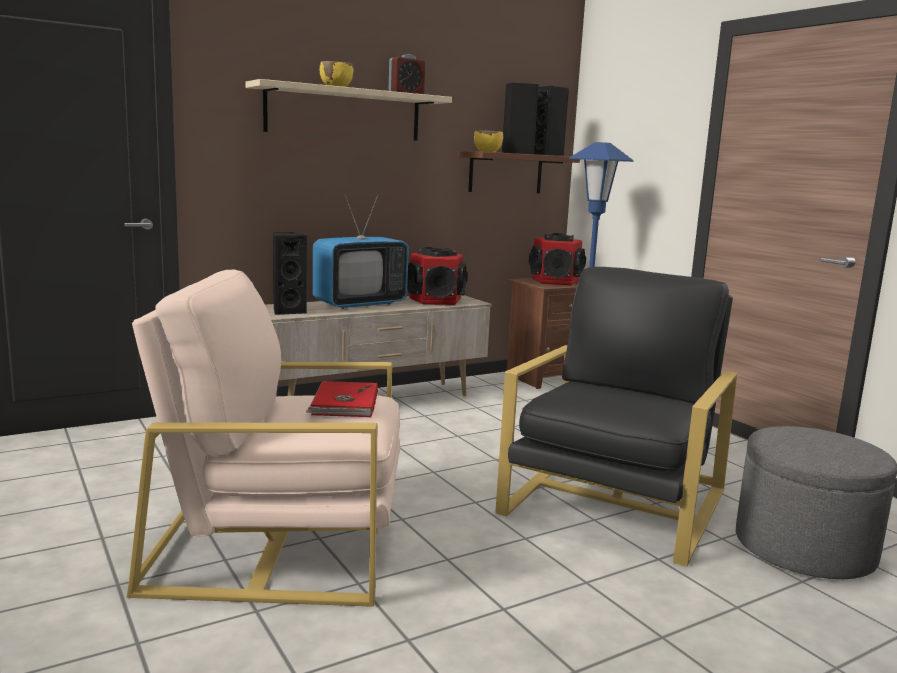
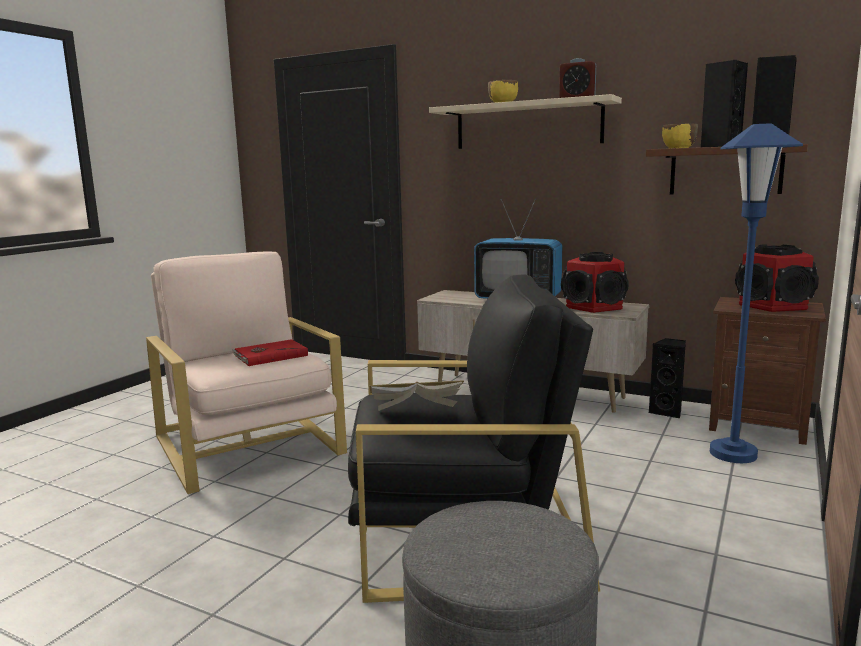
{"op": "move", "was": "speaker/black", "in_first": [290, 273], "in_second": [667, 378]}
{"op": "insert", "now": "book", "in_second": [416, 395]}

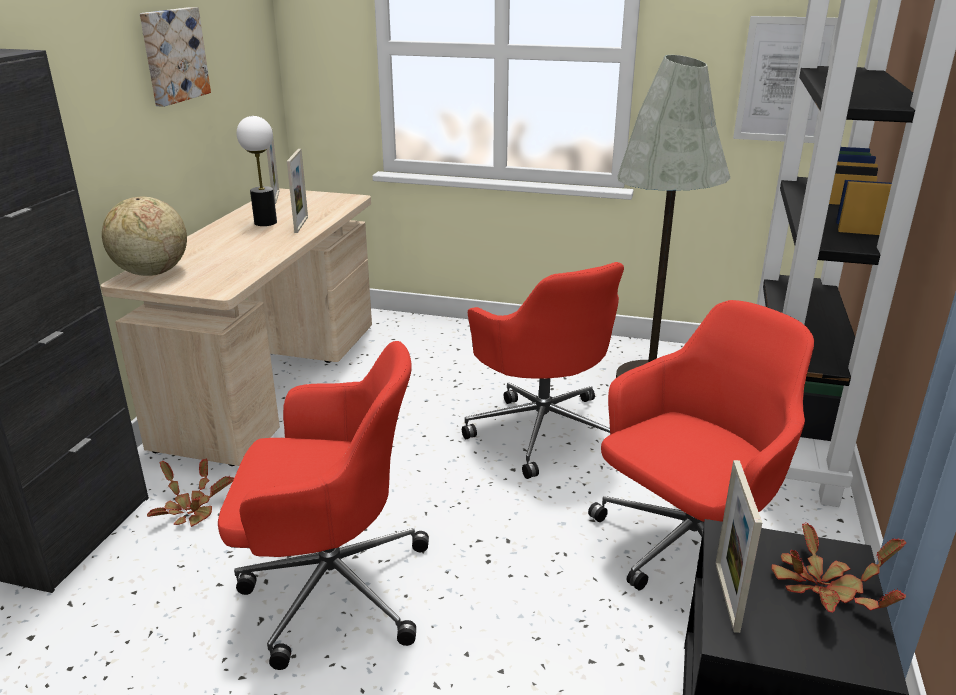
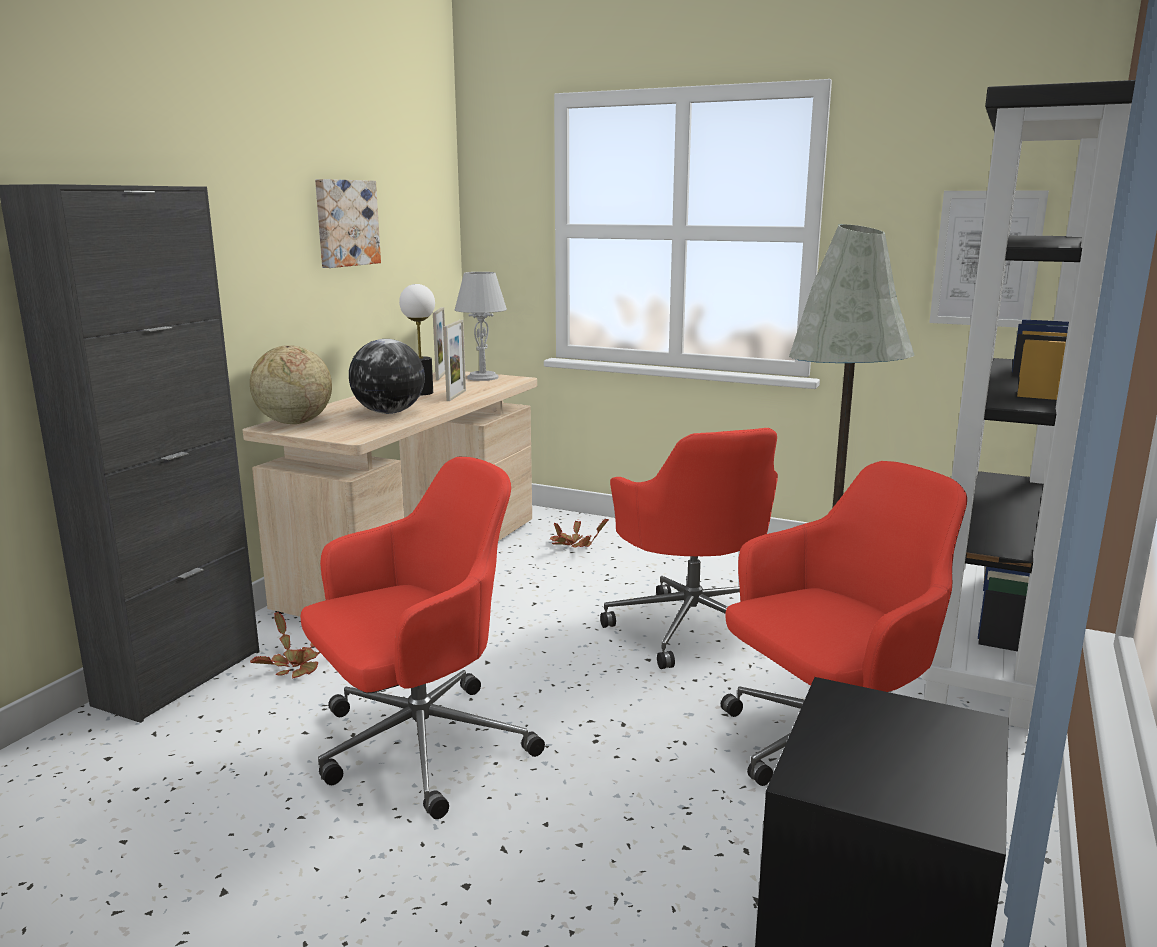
{"op": "rotate", "was": "office chair/red", "in_first": [323, 505], "in_second": [423, 638], "clockwise": -45}
{"op": "delete", "was": "picture frame", "in_first": [738, 546]}
{"op": "move", "was": "potted plant", "in_first": [838, 567], "in_second": [579, 533]}
{"op": "insert", "now": "table lamp/grey", "in_second": [481, 326]}
{"op": "insert", "now": "globe", "in_second": [387, 376]}

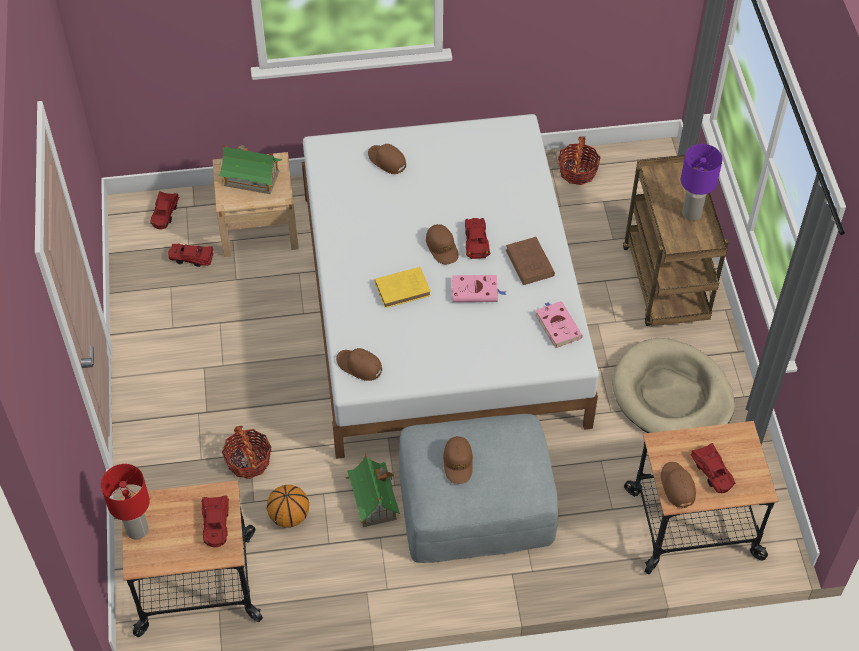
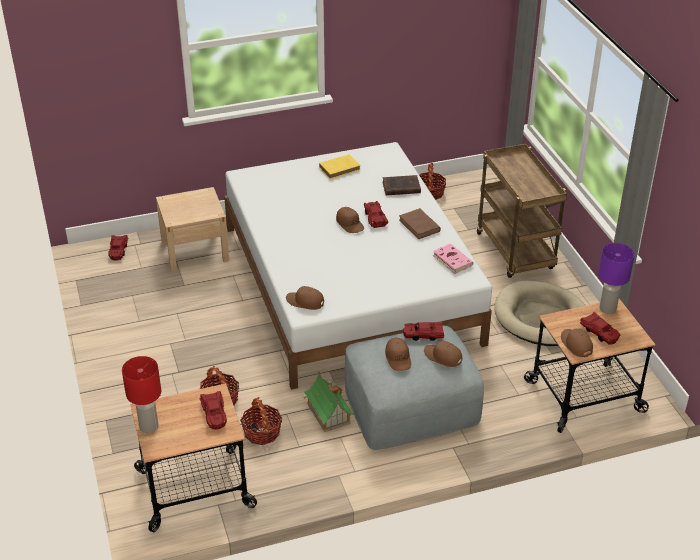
{"op": "delete", "was": "toy house", "in_first": [250, 169]}
{"op": "move", "was": "cap/brown", "in_first": [387, 159], "in_second": [443, 354]}
{"op": "move", "was": "table lamp/purple", "in_first": [702, 182], "in_second": [616, 278]}
{"op": "move", "was": "toy car/red", "in_first": [190, 255], "in_second": [423, 331]}
{"op": "move", "was": "book/yellow", "in_first": [403, 287], "in_second": [340, 166]}
{"op": "delete", "was": "book/pink", "in_first": [479, 288]}
{"op": "replace", "was": "basketball", "now": "basket", "in_first": [288, 506], "in_second": [261, 421]}
{"op": "insert", "now": "book/brown", "in_second": [401, 185]}

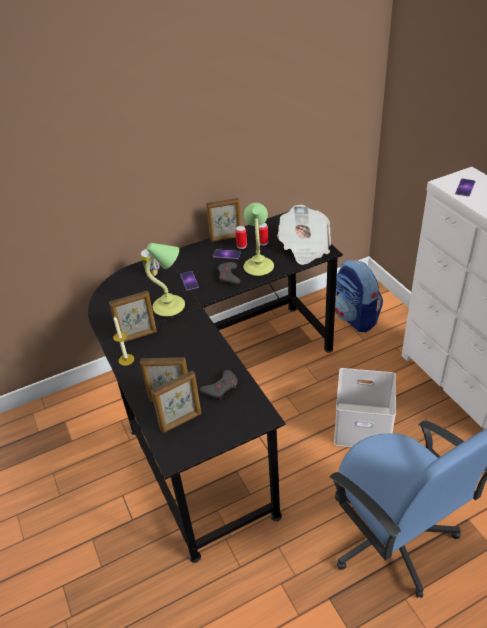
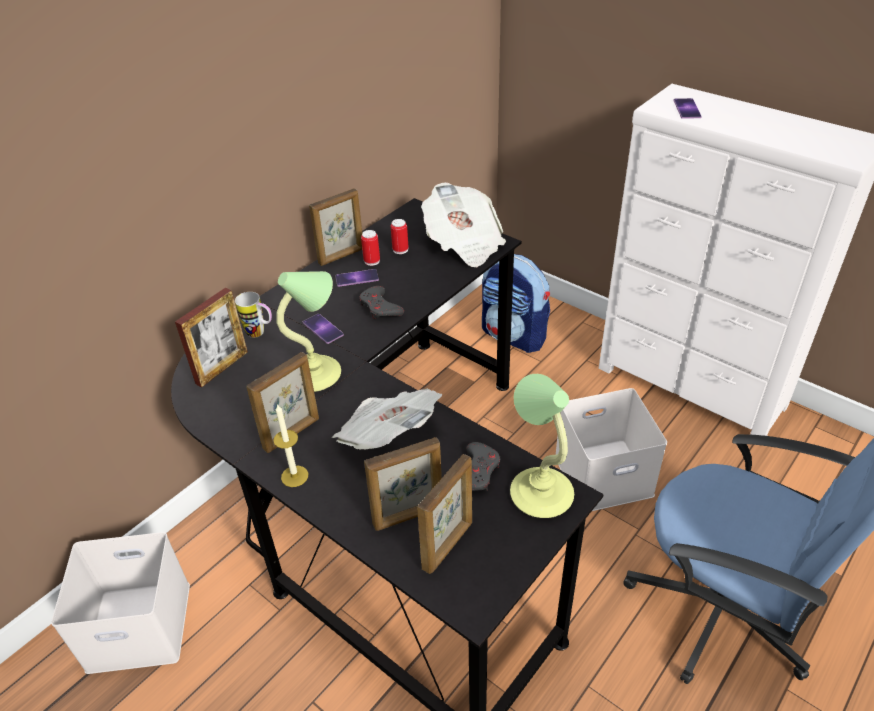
{"op": "move", "was": "table lamp", "in_first": [258, 239], "in_second": [542, 446]}
{"op": "insert", "now": "picture frame", "in_second": [211, 337]}
{"op": "insert", "now": "newspaper", "in_second": [387, 419]}
{"op": "insert", "now": "storage box/white", "in_second": [120, 603]}

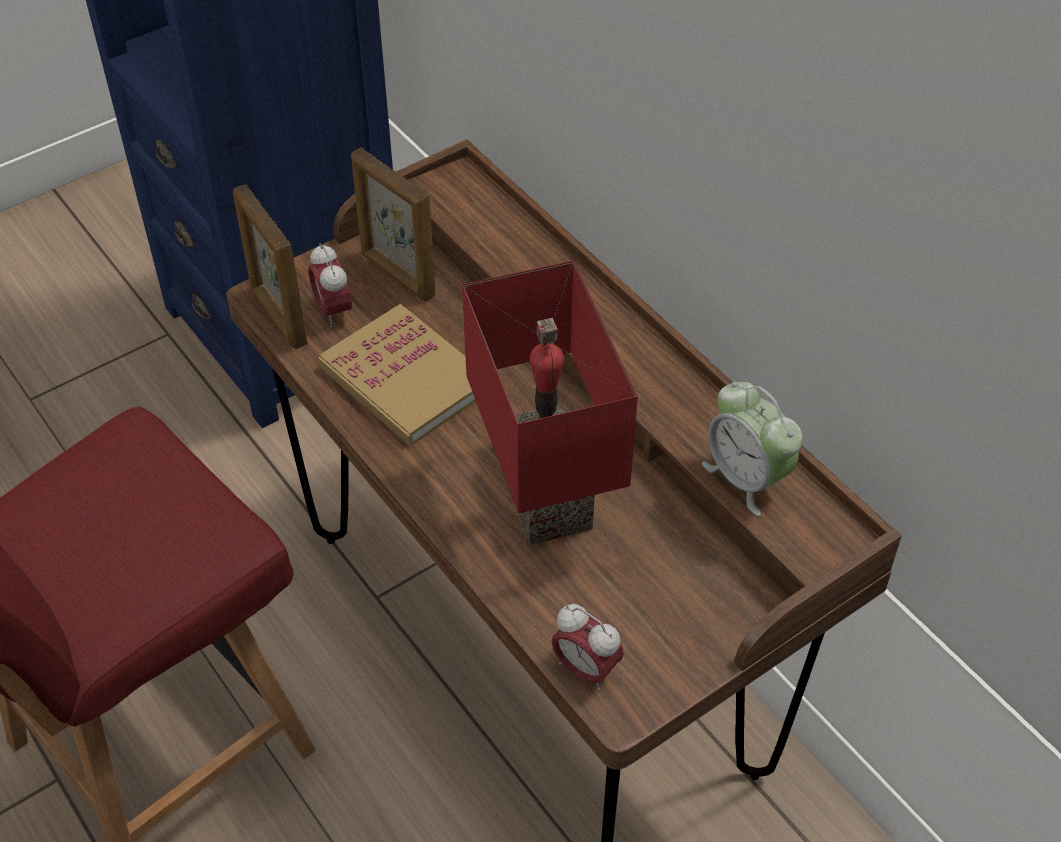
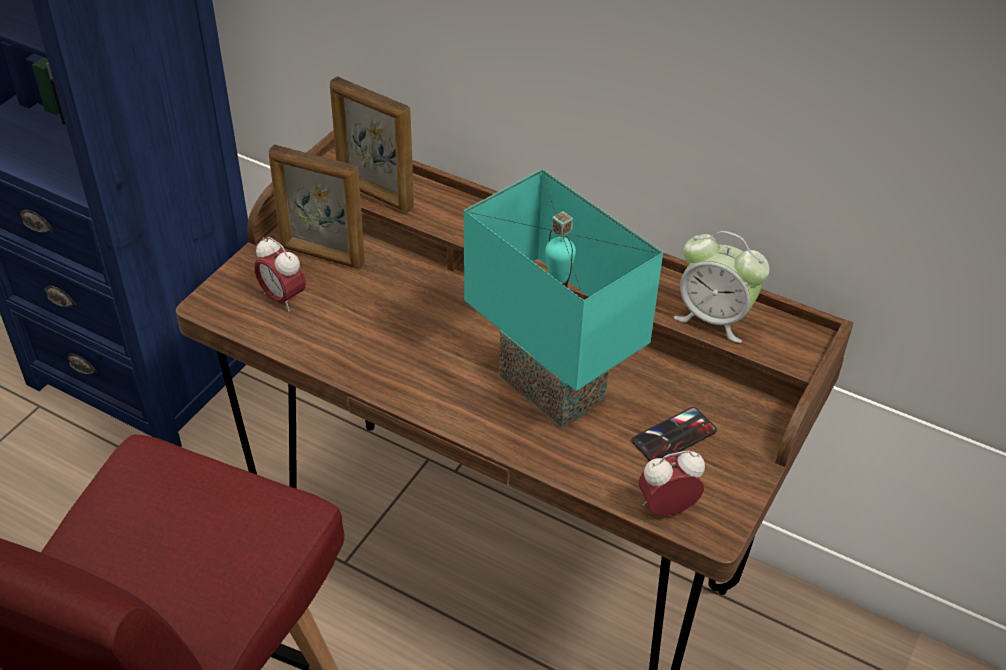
{"op": "move", "was": "picture frame", "in_first": [270, 266], "in_second": [372, 144]}
{"op": "recolor", "was": "table lamp/red", "now": "table lamp/turquoise", "in_first": [550, 402], "in_second": [563, 299]}
{"op": "delete", "was": "book", "in_first": [397, 375]}
{"op": "rotate", "was": "alarm clock", "in_first": [587, 647], "in_second": [671, 483], "clockwise": 150}
{"op": "insert", "now": "phone", "in_second": [674, 434]}

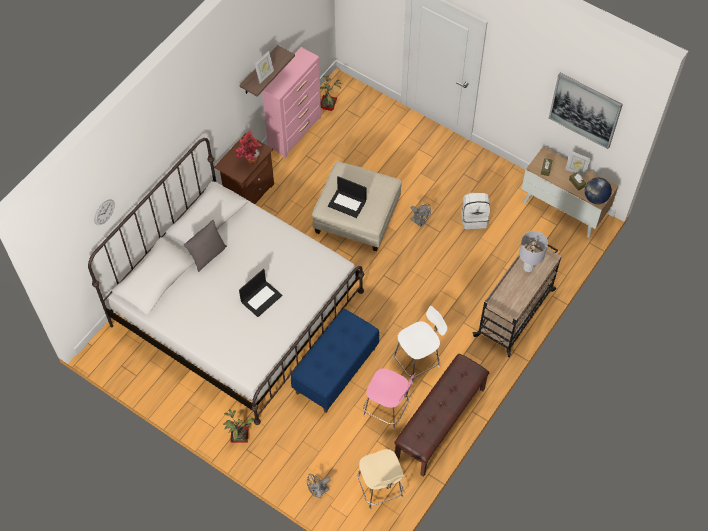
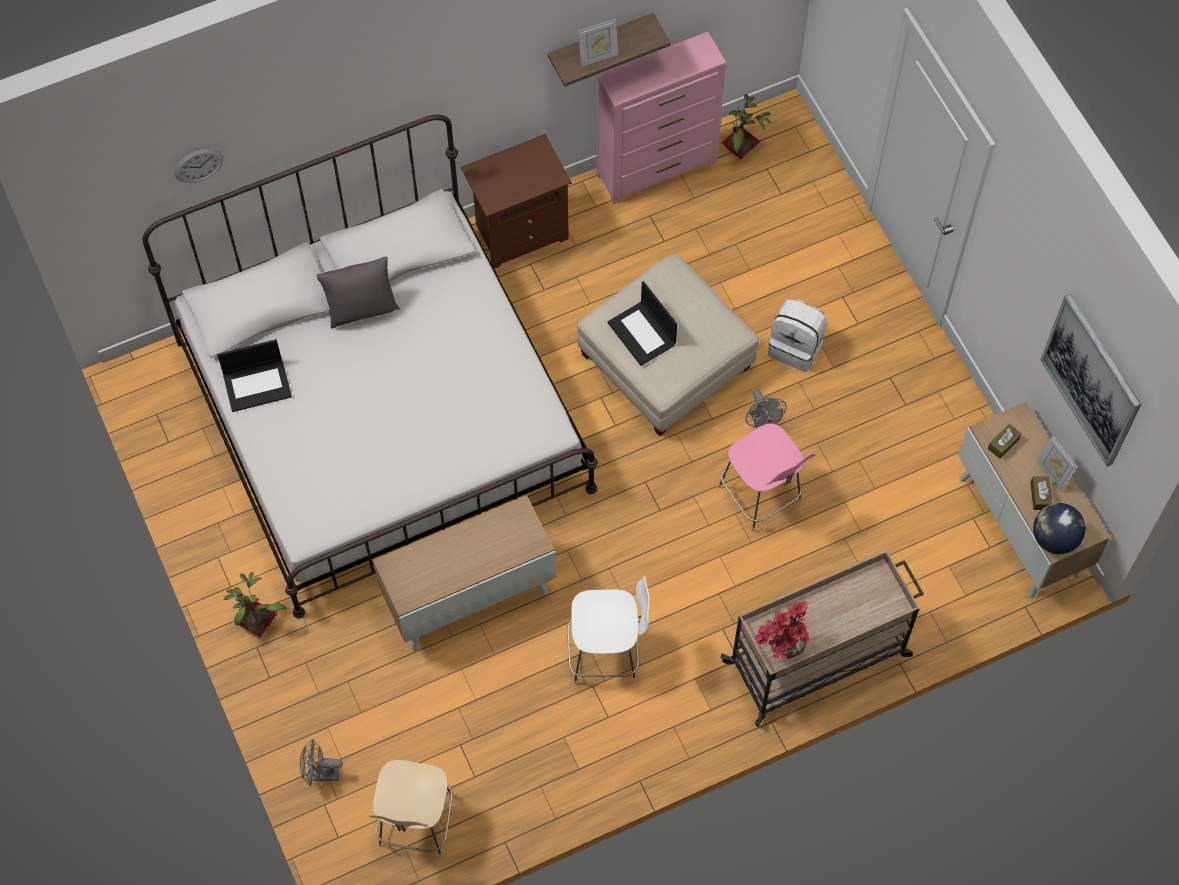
{"op": "move", "was": "potted plant", "in_first": [248, 147], "in_second": [783, 630]}
{"op": "move", "was": "backpack/white", "in_first": [475, 211], "in_second": [797, 335]}
{"op": "delete", "was": "table lamp/grey", "in_first": [533, 251]}
{"op": "move", "was": "laptop", "in_first": [260, 293], "in_second": [254, 375]}
{"op": "replace", "was": "bench/blue", "now": "cabinet", "in_first": [335, 361], "in_second": [464, 573]}
{"op": "delete", "was": "bench/brown", "in_first": [441, 415]}
{"op": "move", "was": "chair/pink", "in_first": [389, 399], "in_second": [766, 478]}

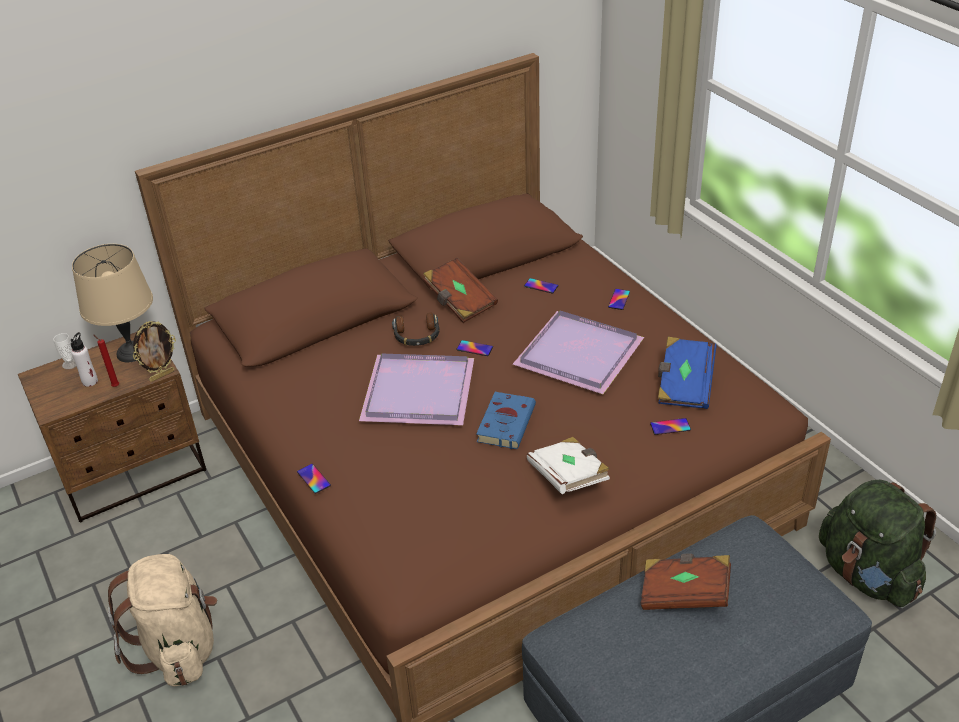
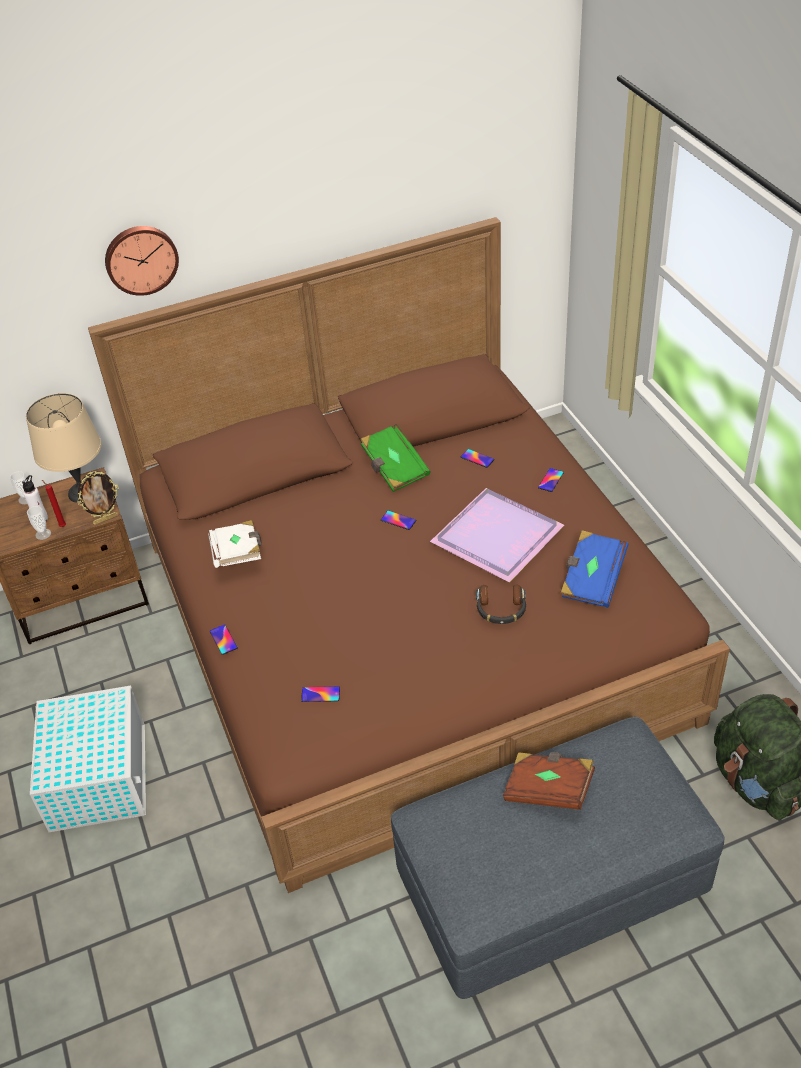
{"op": "recolor", "was": "book/brown", "now": "book/green", "in_first": [460, 290], "in_second": [395, 458]}
{"op": "move", "was": "headphones", "in_first": [416, 329], "in_second": [501, 604]}
{"op": "delete", "was": "tray/purple", "in_first": [416, 389]}
{"op": "delete", "was": "book/blue", "in_first": [506, 420]}
{"op": "move", "was": "phone", "in_first": [670, 426], "in_second": [320, 694]}
{"op": "move", "was": "book/white", "in_first": [568, 465], "in_second": [234, 544]}
{"op": "replace", "was": "backpack/beige", "now": "storage box/white", "in_first": [162, 620], "in_second": [88, 759]}
{"op": "insert", "now": "wall clock", "in_second": [142, 261]}
{"op": "insert", "now": "cup", "in_second": [39, 523]}

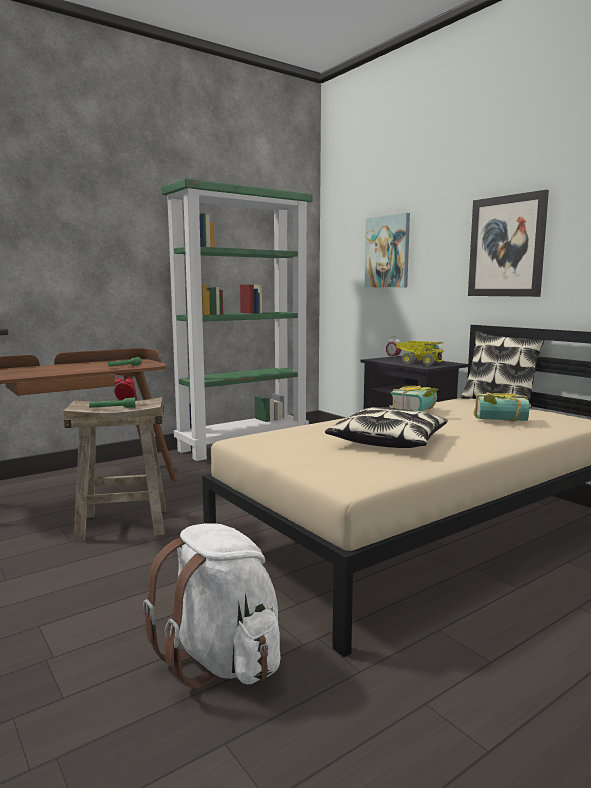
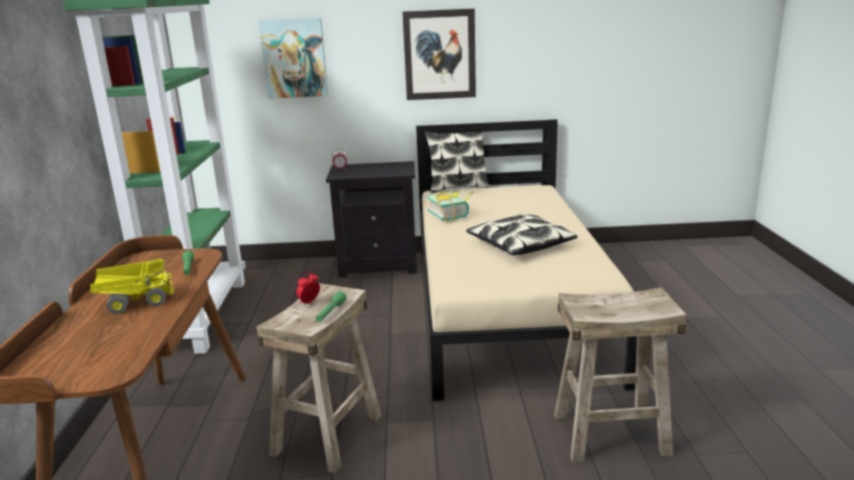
{"op": "move", "was": "toy truck", "in_first": [420, 353], "in_second": [132, 286]}
{"op": "delete", "was": "book", "in_first": [501, 407]}
{"op": "replace", "was": "backpack/white", "now": "stool/beige", "in_first": [212, 605], "in_second": [620, 374]}

